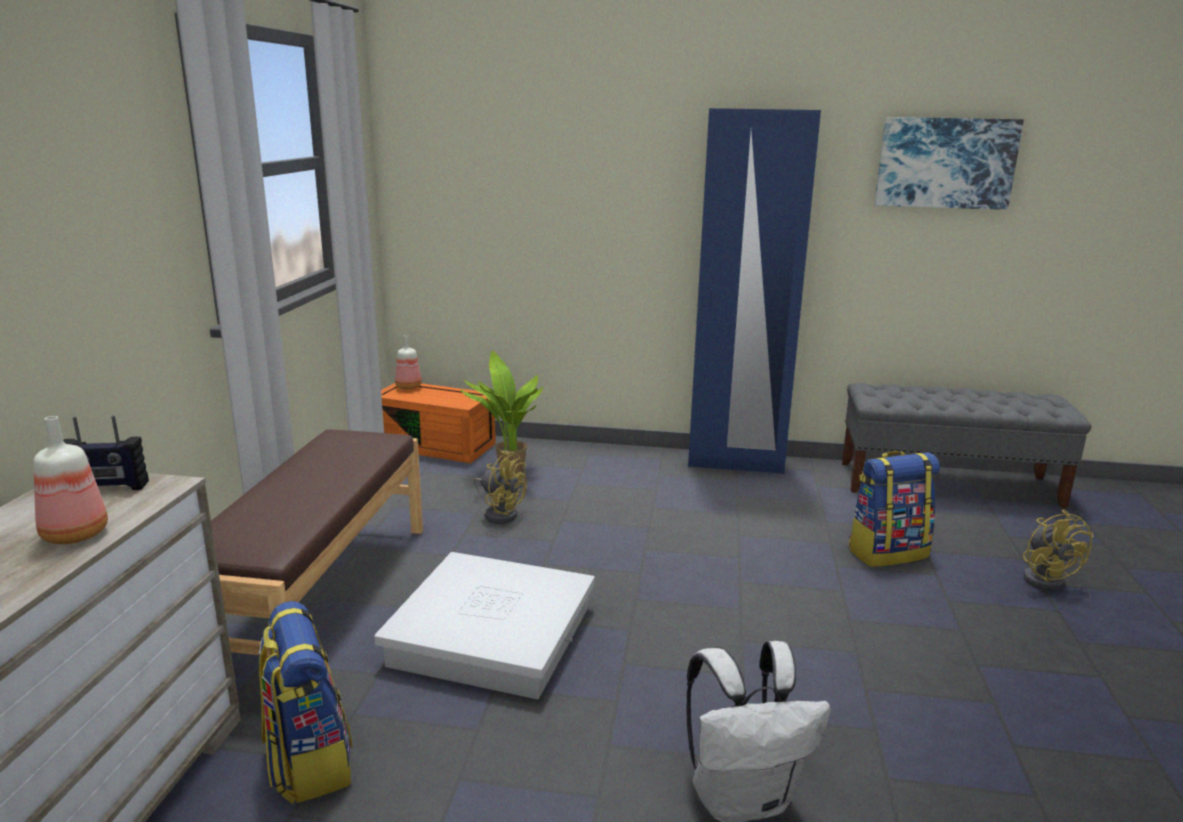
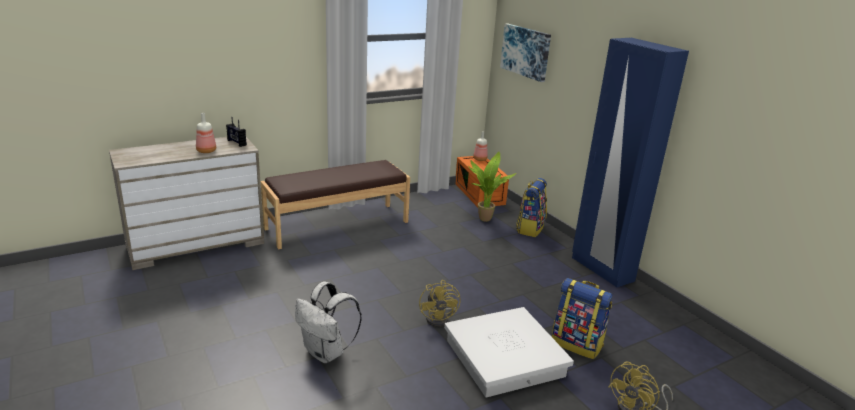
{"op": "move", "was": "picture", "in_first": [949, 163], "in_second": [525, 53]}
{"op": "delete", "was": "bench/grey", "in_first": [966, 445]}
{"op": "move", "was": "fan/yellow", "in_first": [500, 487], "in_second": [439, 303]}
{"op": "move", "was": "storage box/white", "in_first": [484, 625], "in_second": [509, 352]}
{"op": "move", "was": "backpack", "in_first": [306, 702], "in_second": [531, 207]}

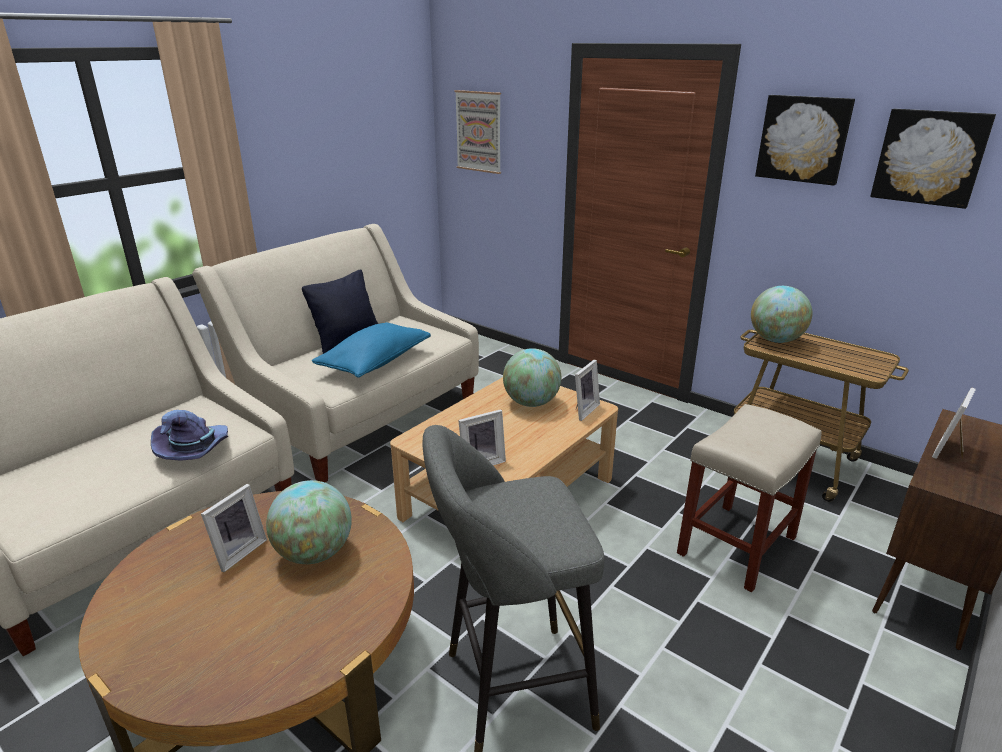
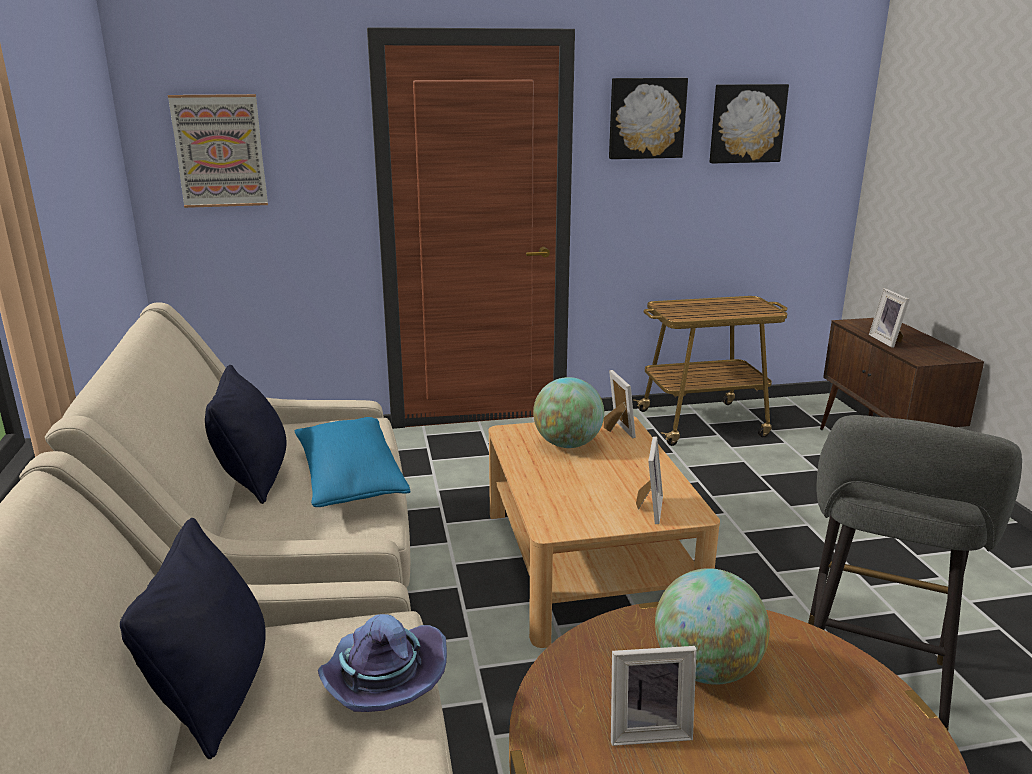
{"op": "delete", "was": "globe", "in_first": [781, 314]}
{"op": "delete", "was": "stool/beige", "in_first": [749, 498]}
{"op": "rotate", "was": "picture frame", "in_first": [234, 528], "in_second": [654, 696], "clockwise": 105}
{"op": "insert", "now": "pillow/black", "in_second": [193, 638]}

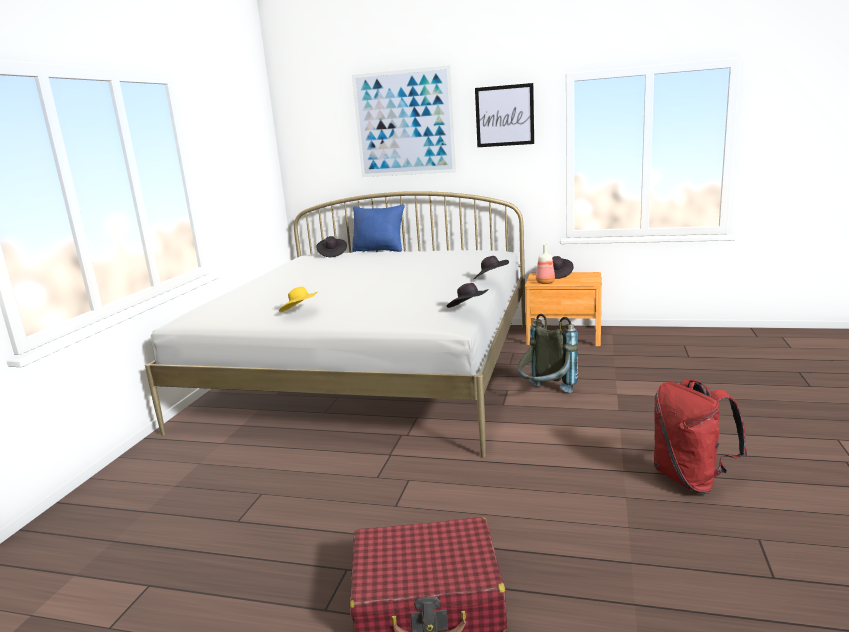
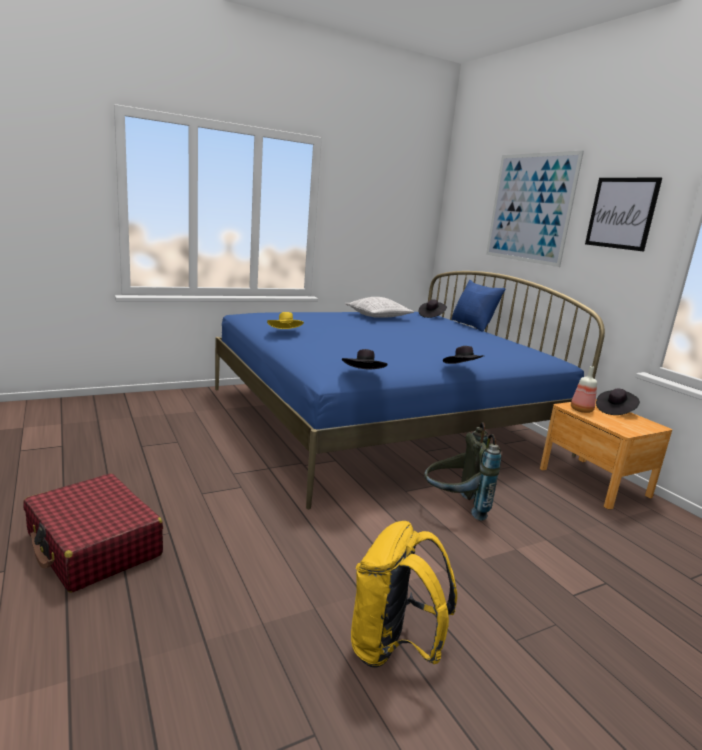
{"op": "recolor", "was": "bed/white", "now": "bed/blue", "in_first": [335, 324], "in_second": [410, 390]}
{"op": "recolor", "was": "backpack/red", "now": "backpack/yellow", "in_first": [700, 437], "in_second": [404, 594]}
{"op": "insert", "now": "pillow", "in_second": [380, 307]}

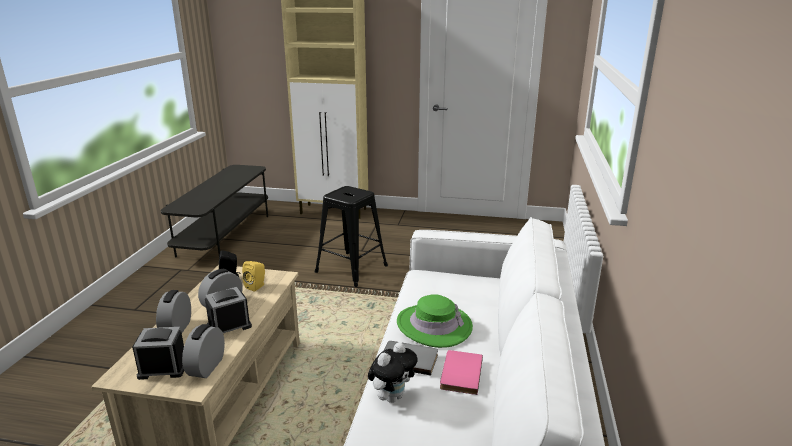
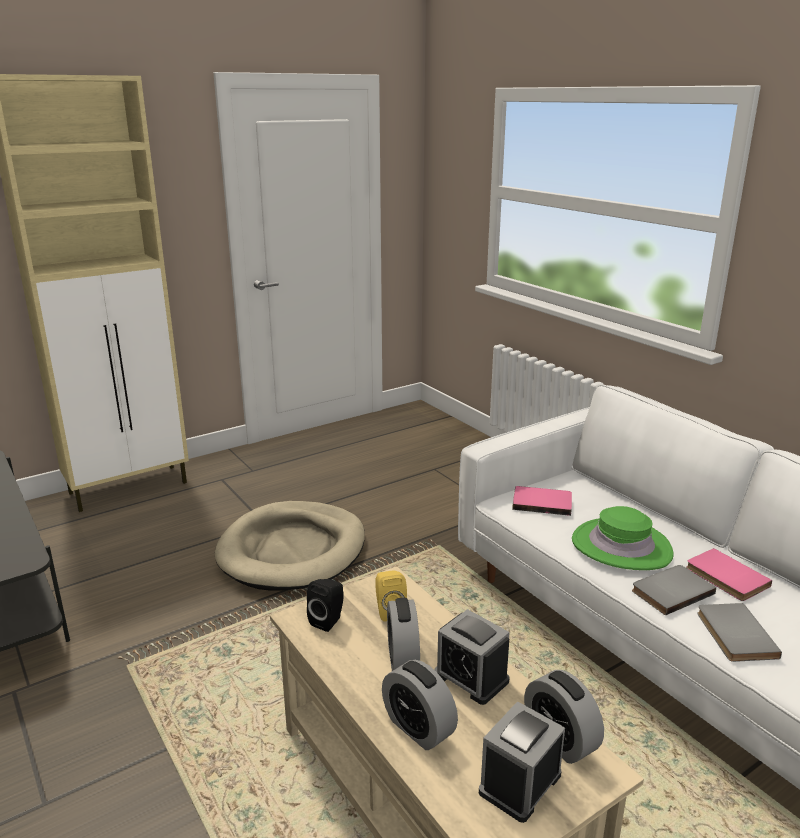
{"op": "replace", "was": "stool/black", "now": "dog bed/beige", "in_first": [351, 236], "in_second": [290, 546]}
{"op": "rotate", "was": "alarm clock", "in_first": [228, 310], "in_second": [472, 657], "clockwise": -60}
{"op": "replace", "was": "plush toy", "now": "book/grey", "in_first": [393, 372], "in_second": [739, 632]}
{"op": "insert", "now": "book/pink", "in_second": [542, 501]}

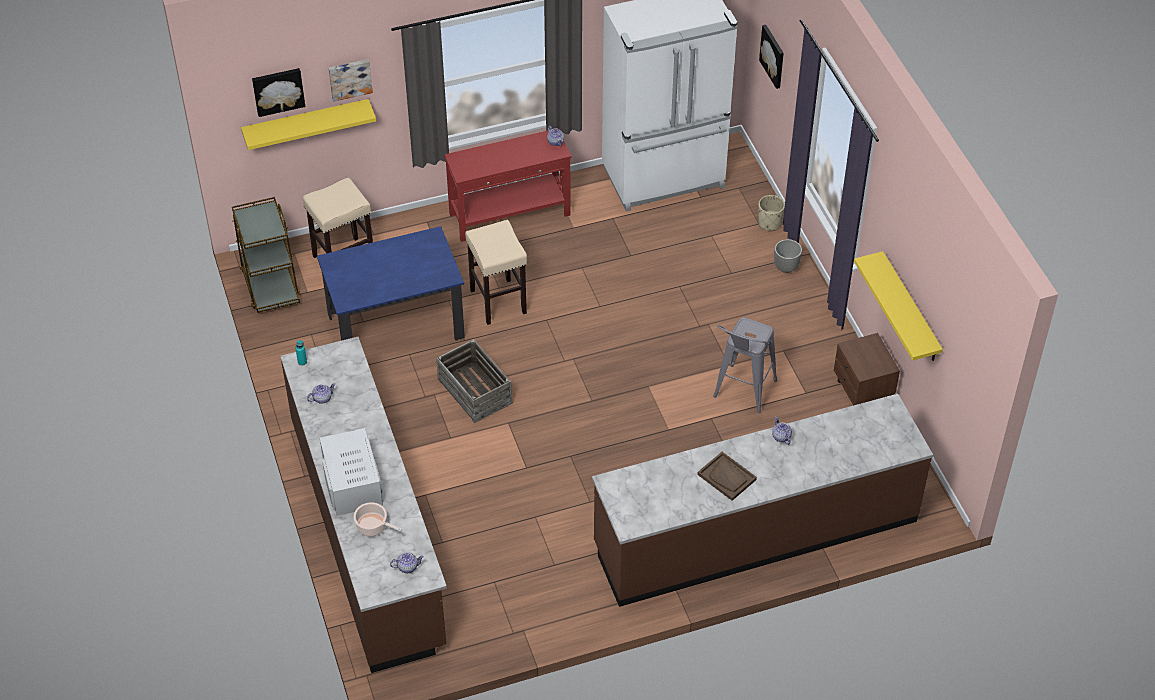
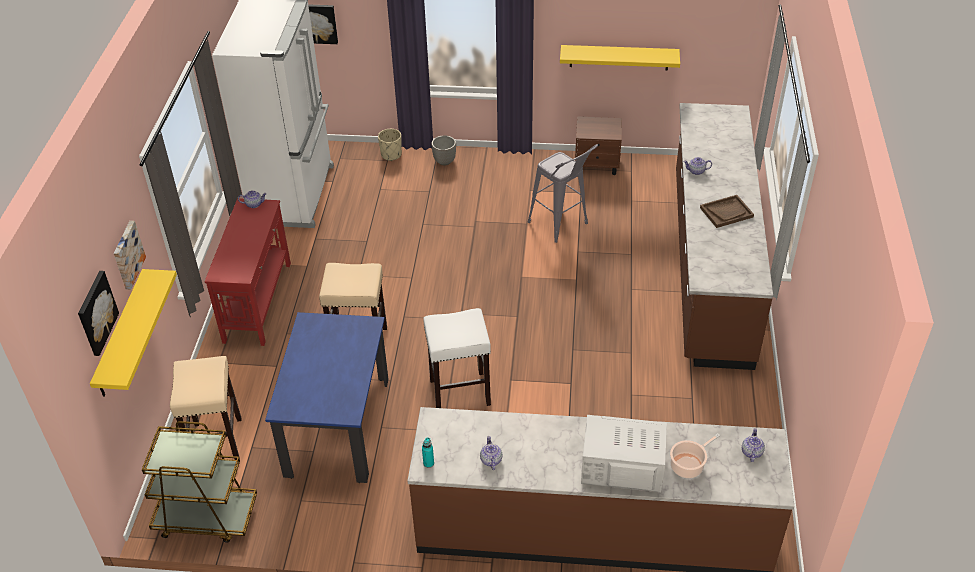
{"op": "replace", "was": "crate", "now": "stool/white", "in_first": [474, 381], "in_second": [457, 358]}

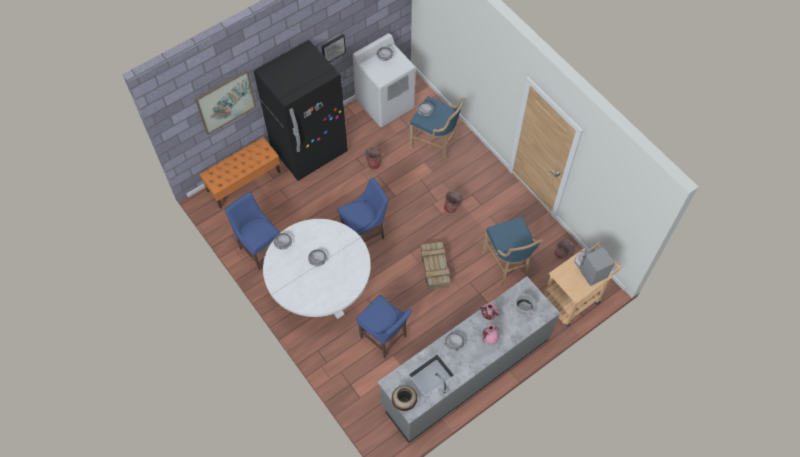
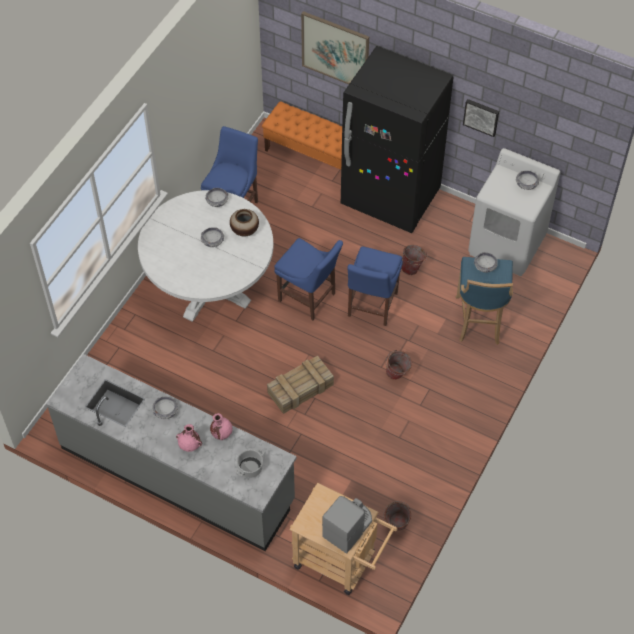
{"op": "delete", "was": "stool/blue", "in_first": [512, 251]}
{"op": "move", "was": "chair/blue", "in_first": [384, 326], "in_second": [375, 286]}
{"op": "move", "was": "vase", "in_first": [404, 398], "in_second": [244, 222]}

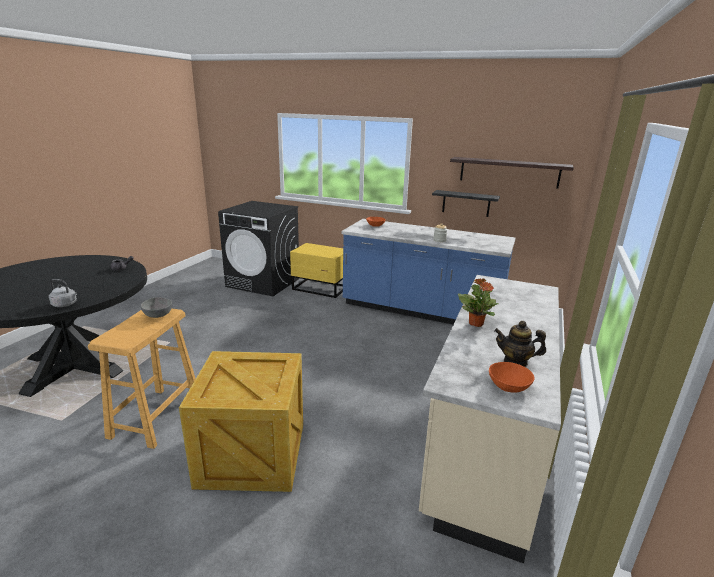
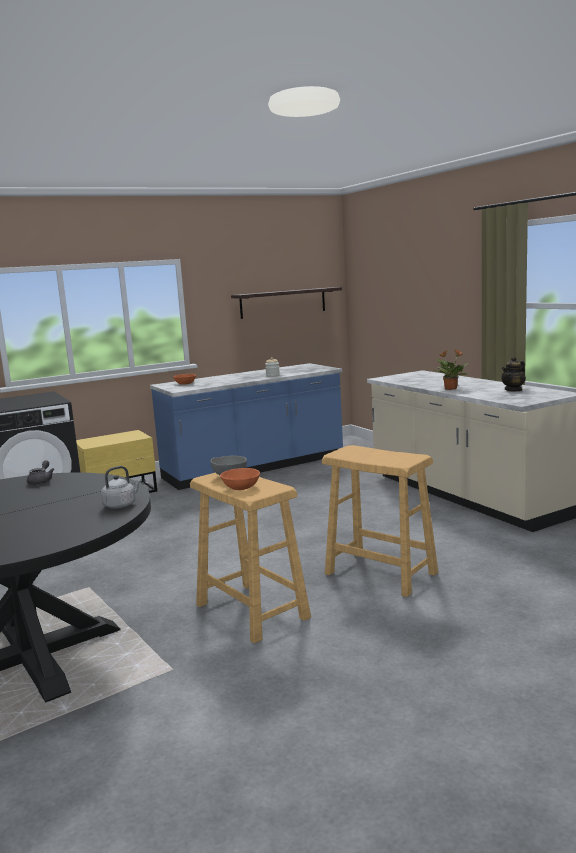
{"op": "delete", "was": "shelf/black", "in_first": [466, 203]}
{"op": "replace", "was": "crate", "now": "stool/beige", "in_first": [241, 421], "in_second": [380, 521]}
{"op": "move", "was": "bowl/orange", "in_first": [511, 377], "in_second": [240, 479]}

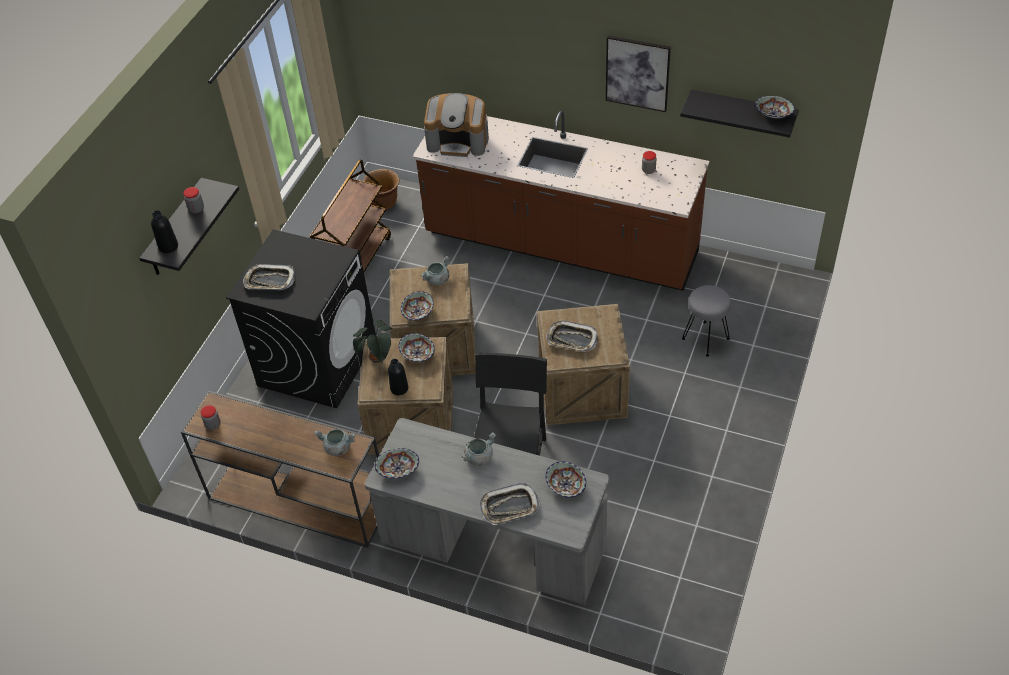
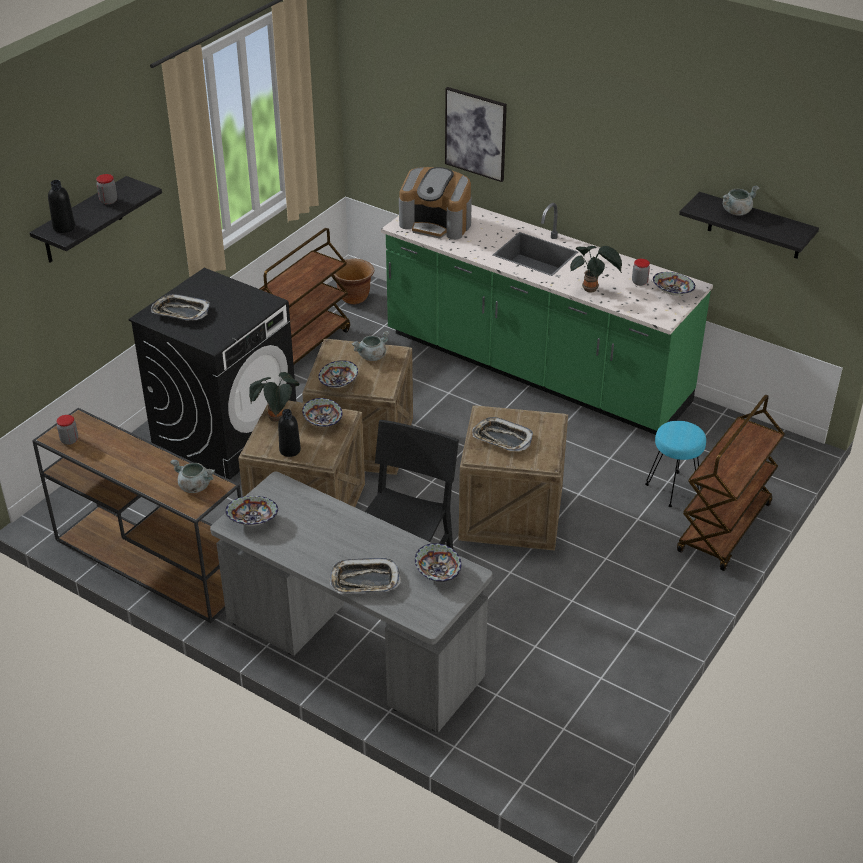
{"op": "move", "was": "picture", "in_first": [638, 74], "in_second": [476, 134]}
{"op": "move", "was": "bowl", "in_first": [775, 107], "in_second": [674, 284]}
{"op": "recolor", "was": "counter/brown", "now": "counter/green", "in_first": [560, 201], "in_second": [547, 319]}
{"op": "recolor", "was": "stool/grey", "now": "stool/turquoise", "in_first": [706, 321], "in_second": [675, 464]}
{"op": "move", "was": "cooking pot/grey", "in_first": [479, 449], "in_second": [740, 200]}
{"op": "insert", "now": "potted plant", "in_second": [596, 269]}
{"op": "insert", "now": "cart/brown", "in_second": [731, 482]}

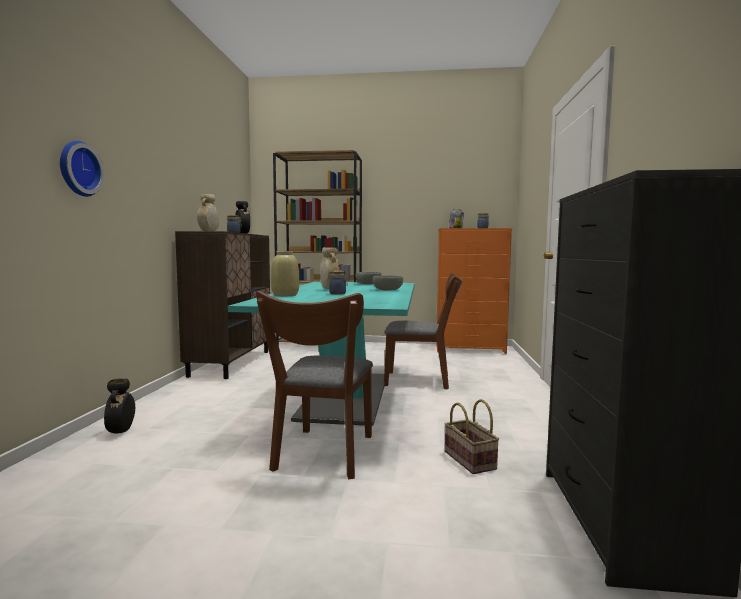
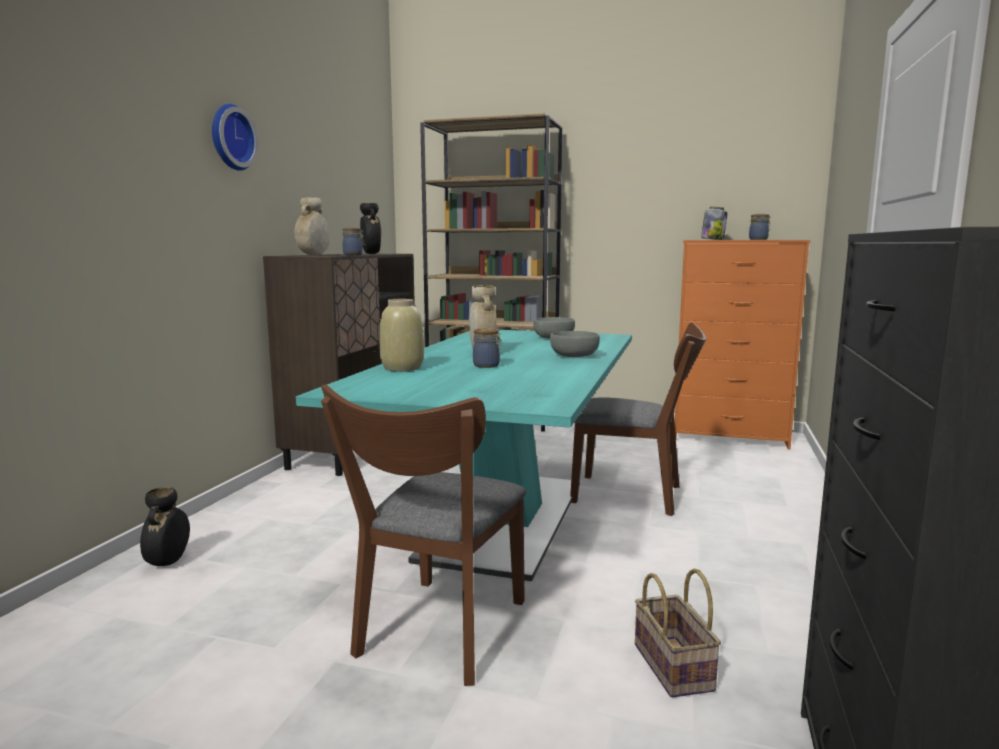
{"op": "move", "was": "wall clock", "in_first": [82, 169], "in_second": [235, 137]}

